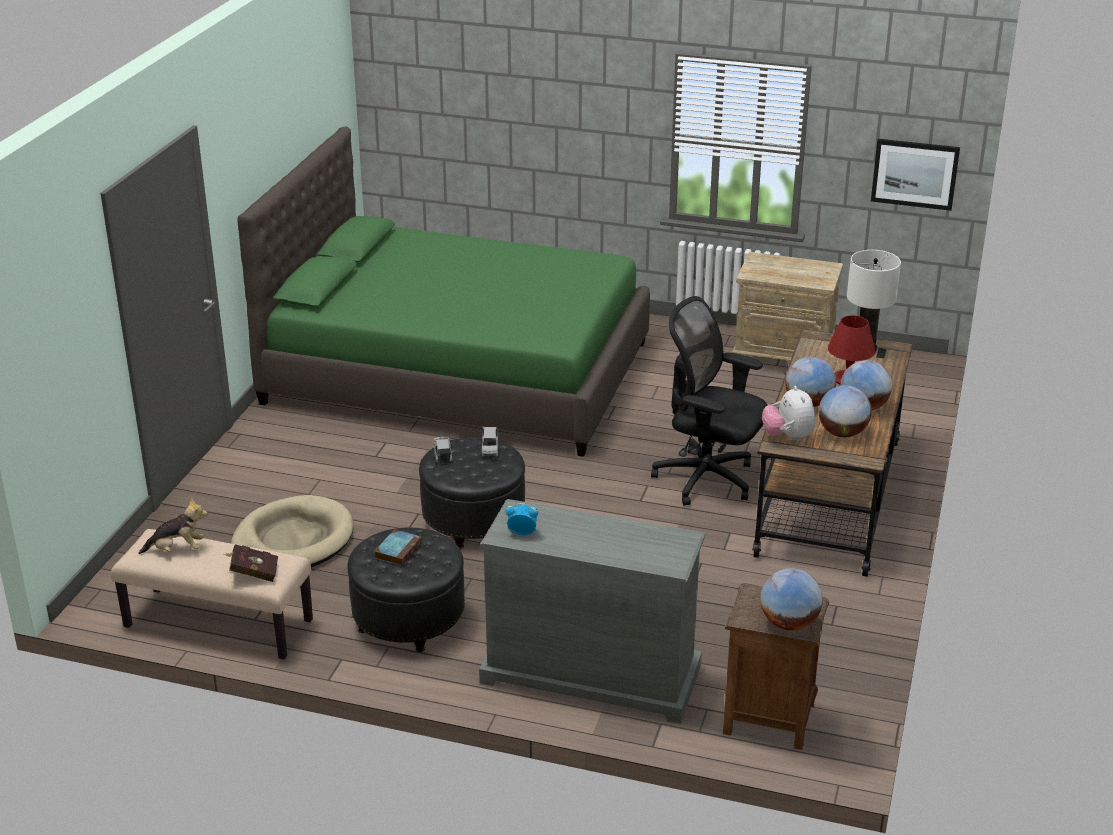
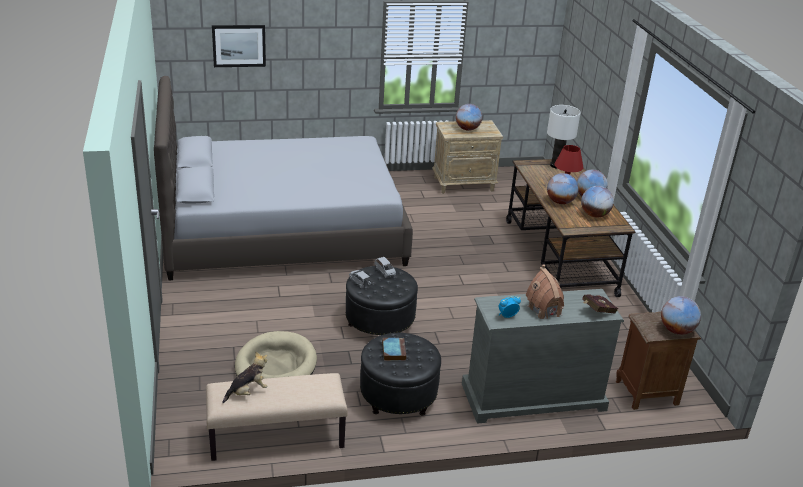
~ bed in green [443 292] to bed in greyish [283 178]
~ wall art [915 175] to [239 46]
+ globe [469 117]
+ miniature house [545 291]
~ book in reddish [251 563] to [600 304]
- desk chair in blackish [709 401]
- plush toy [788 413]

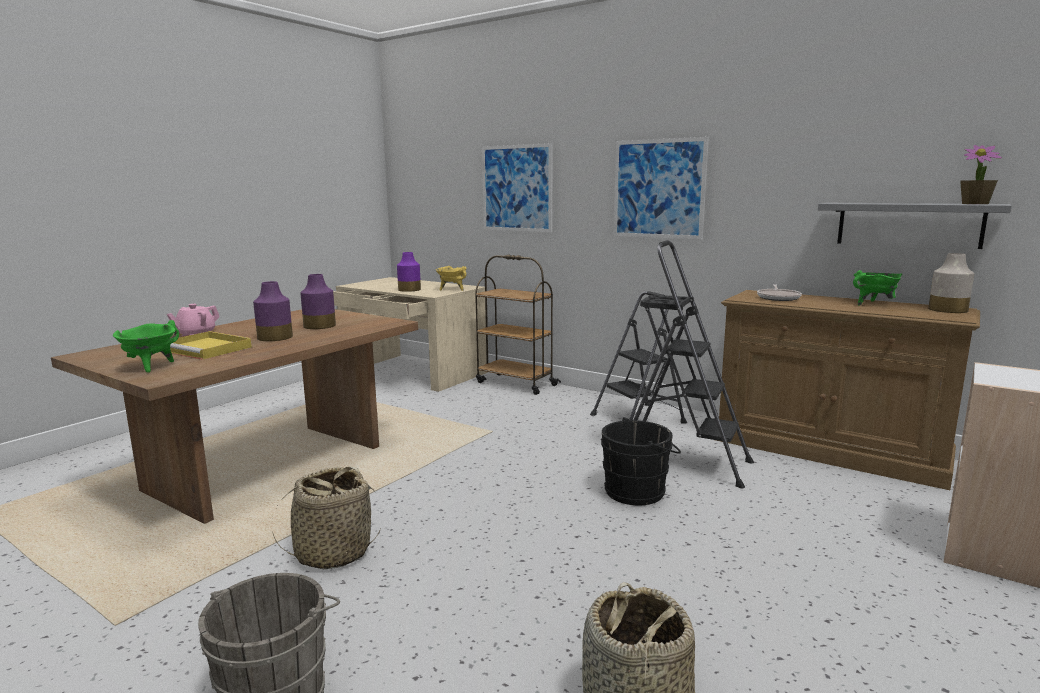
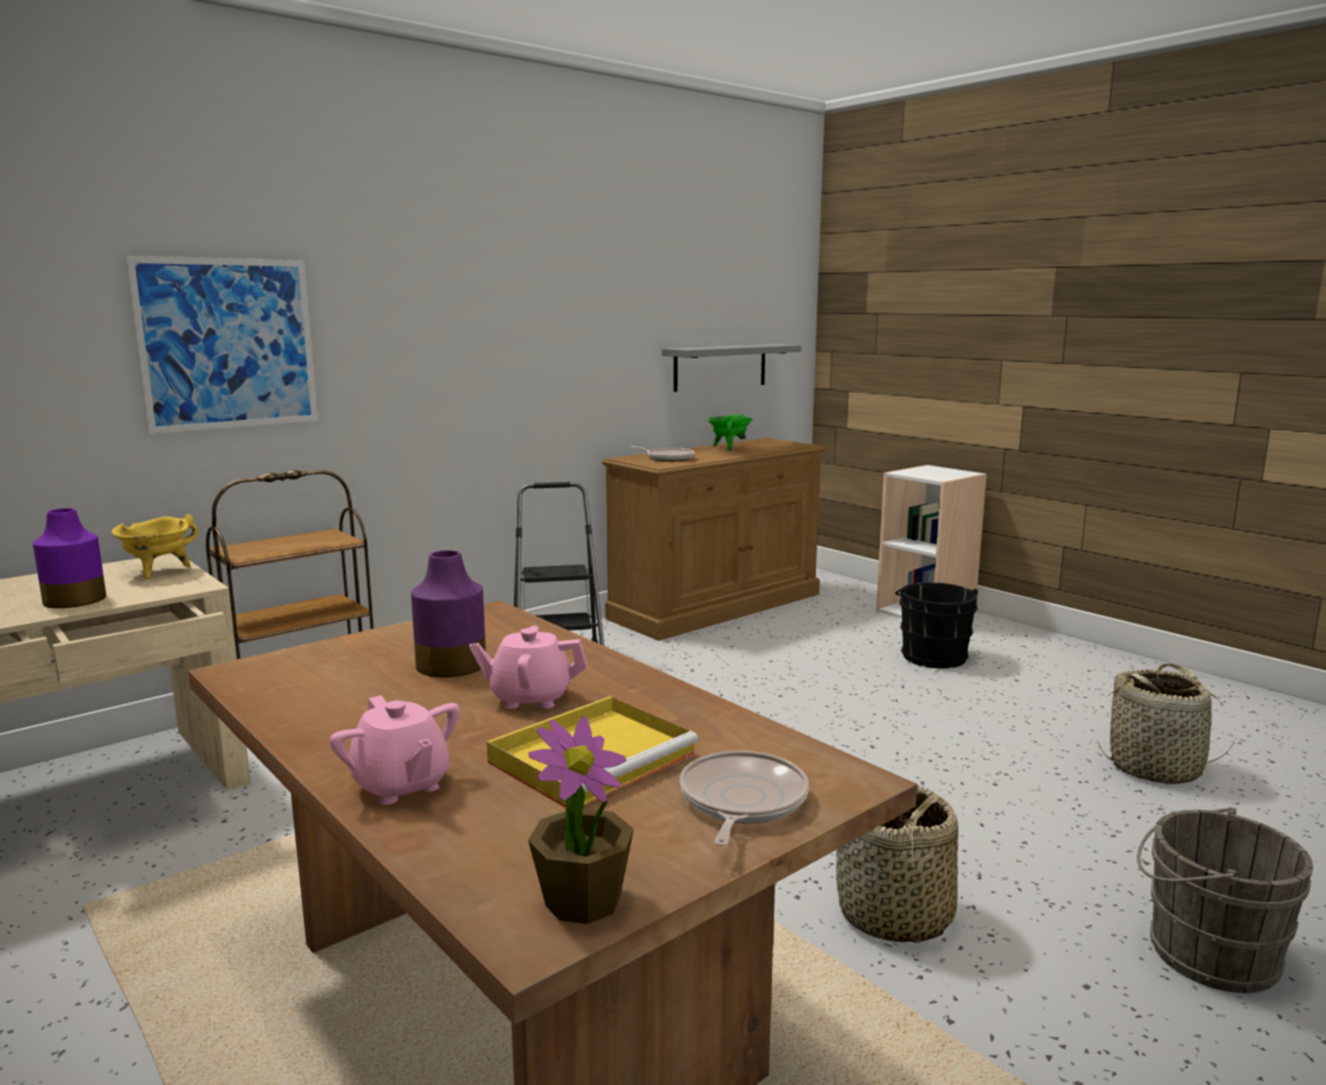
~ flower vase in purple [273 311] to teapot in pink [528 667]
~ houseplant [981 174] to [581 820]
~ stockpot in green [146 346] to skillet [744 798]
~ pail in blackish [641 461] to [936 625]
- wall art [661 188]
- step ladder [694 364]
- flower vase in beige [951 283]

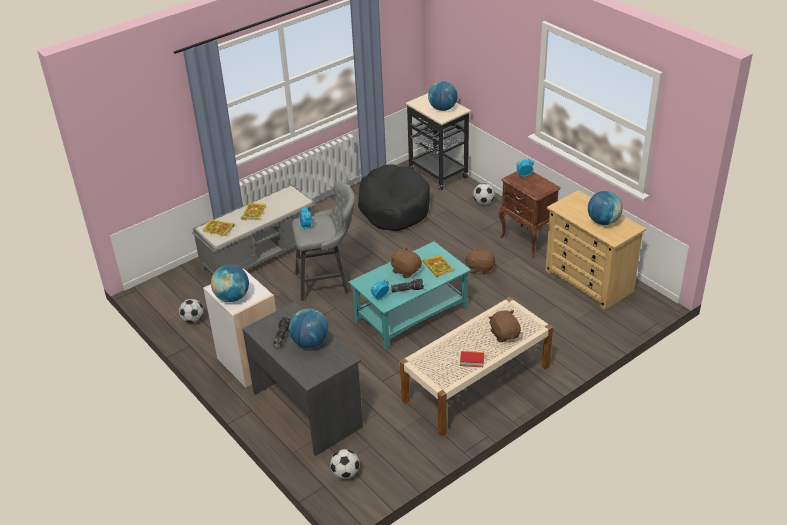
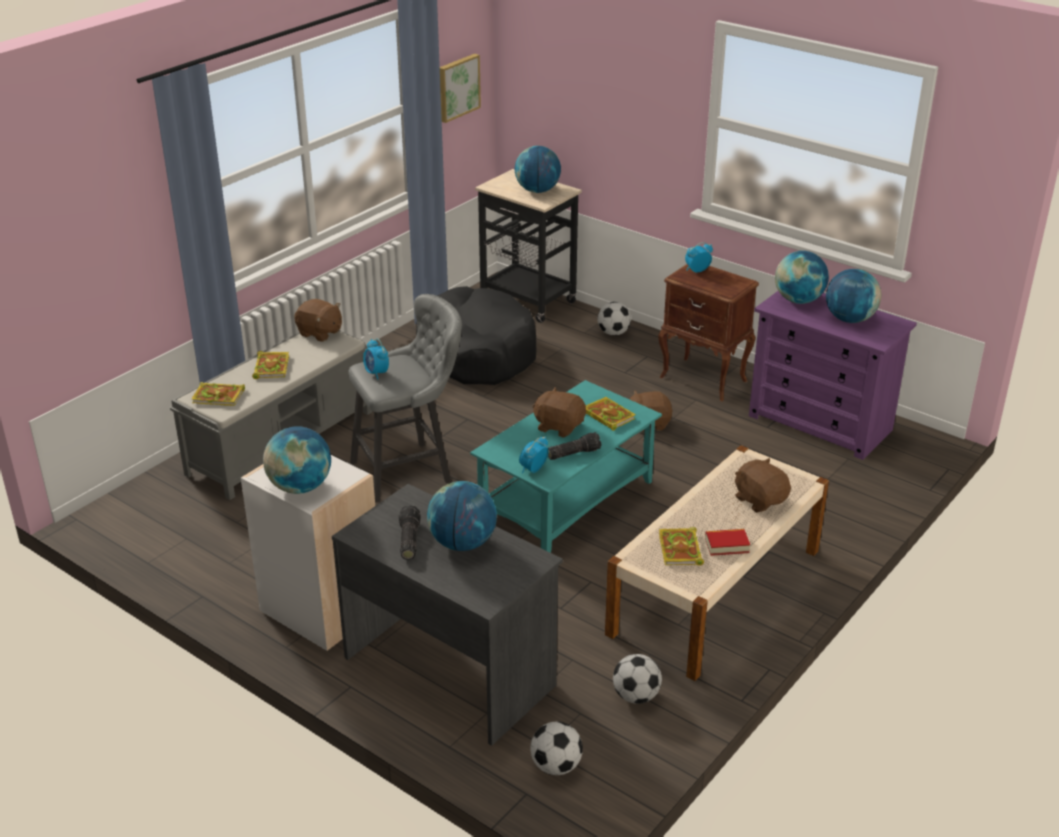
+ plush toy in brownish [318 320]
+ wall art [460 88]
~ football ball [191 311] to [637 679]
+ book [681 546]
~ drawer chest in beige [595 250] to drawer chest in purple [833 375]
+ globe [802 277]

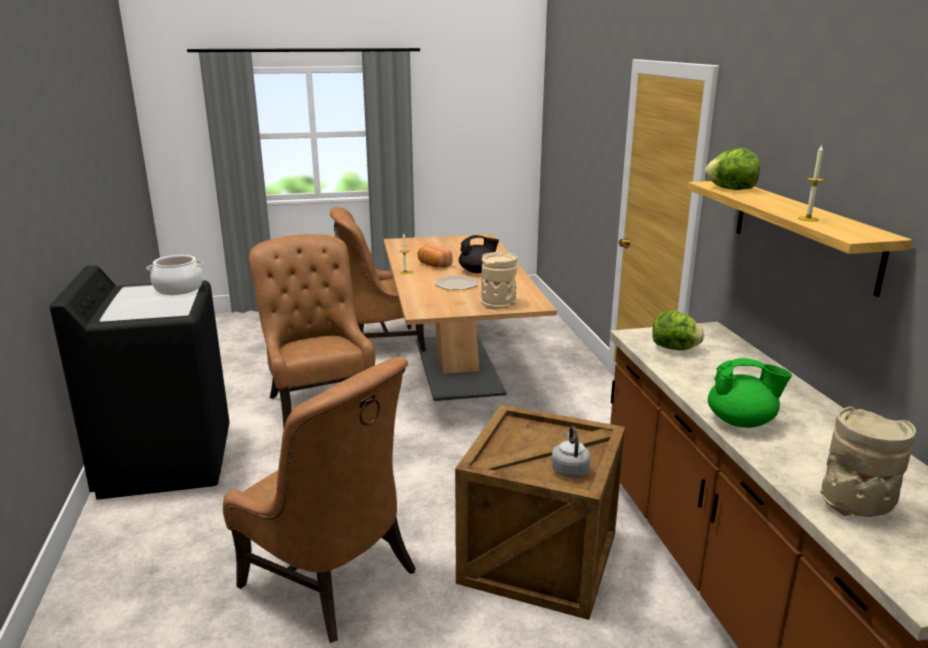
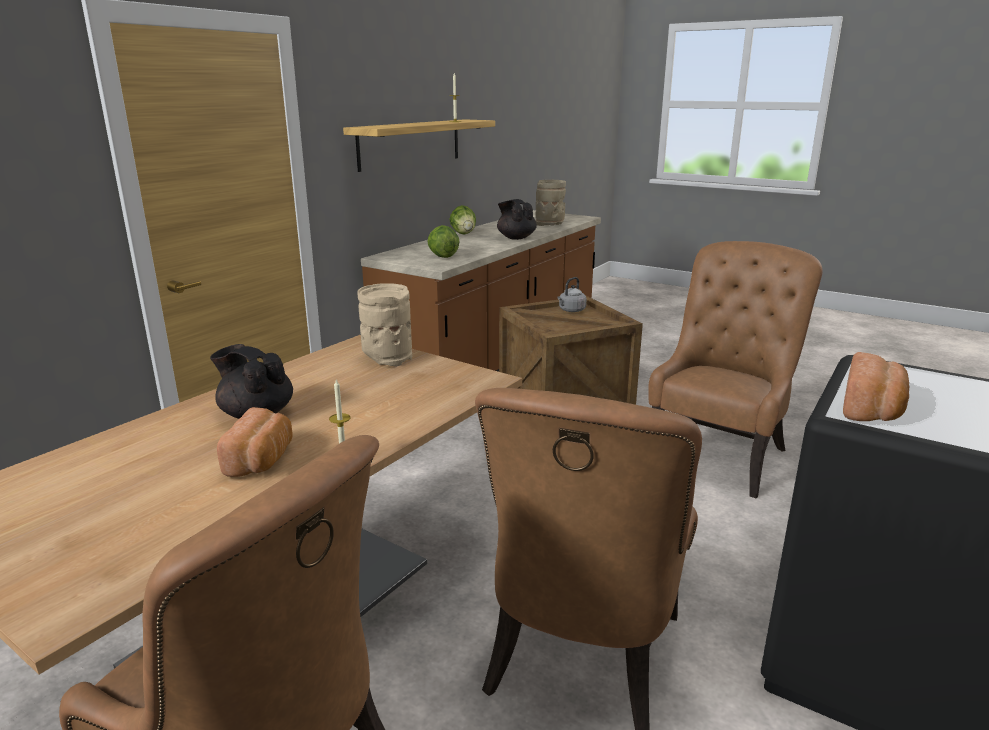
~ head of lettuce [732 169] to [462 220]
~ teapot in green [750 393] to teapot in blackish [517 219]
~ plain chair in brownish [319 500] = [735 370] 45 degrees clockwise
~ stockpot [175 275] to baked bread [876 386]
- dinner plate [456 283]

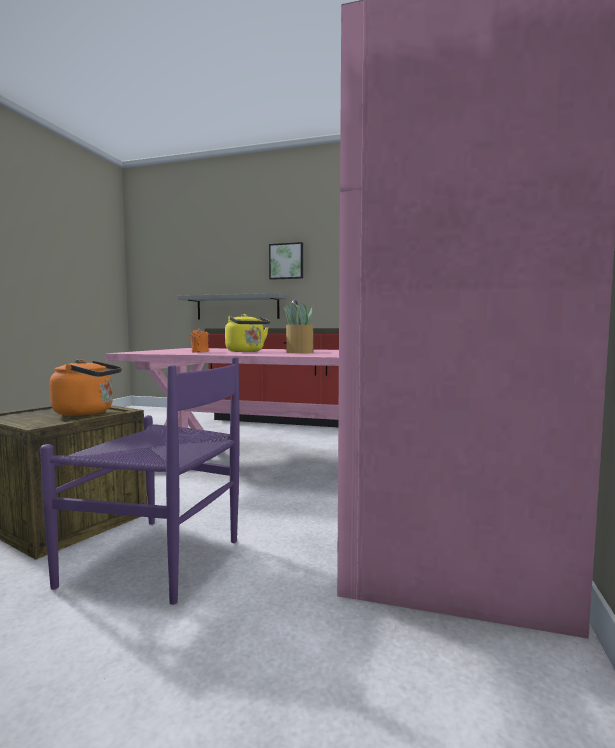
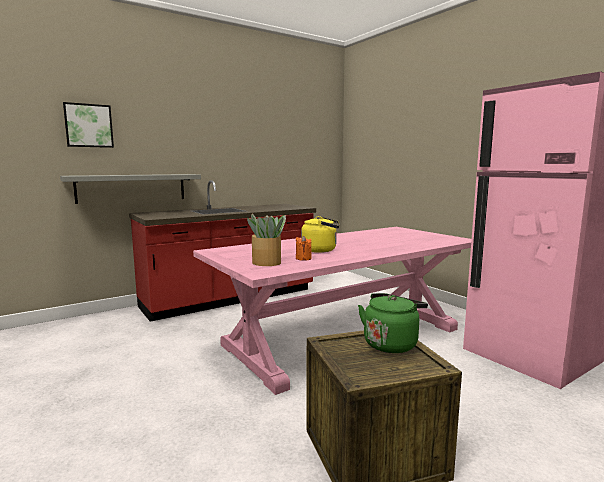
~ wall art [286 261] to [88 125]
~ houseplant [298 328] to [266 240]
~ kettle in orange-coloured [86 387] to kettle in green [393 323]
- plain chair in purple [139 481]

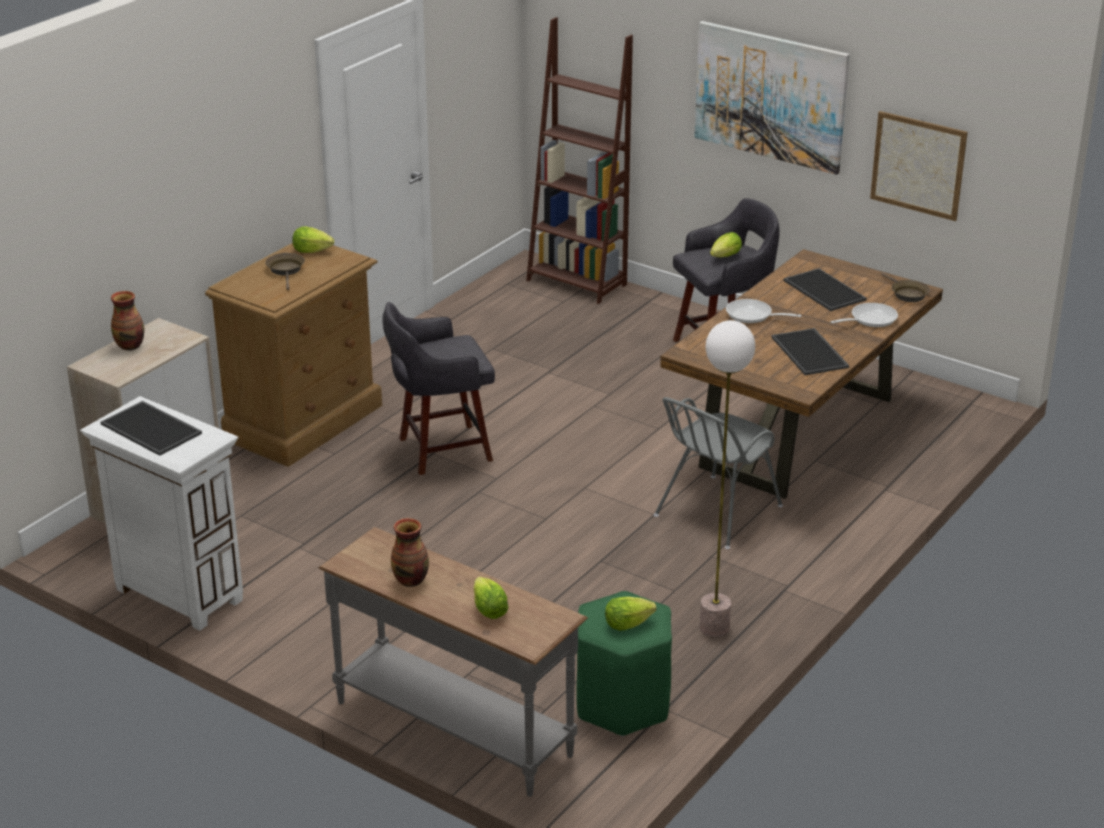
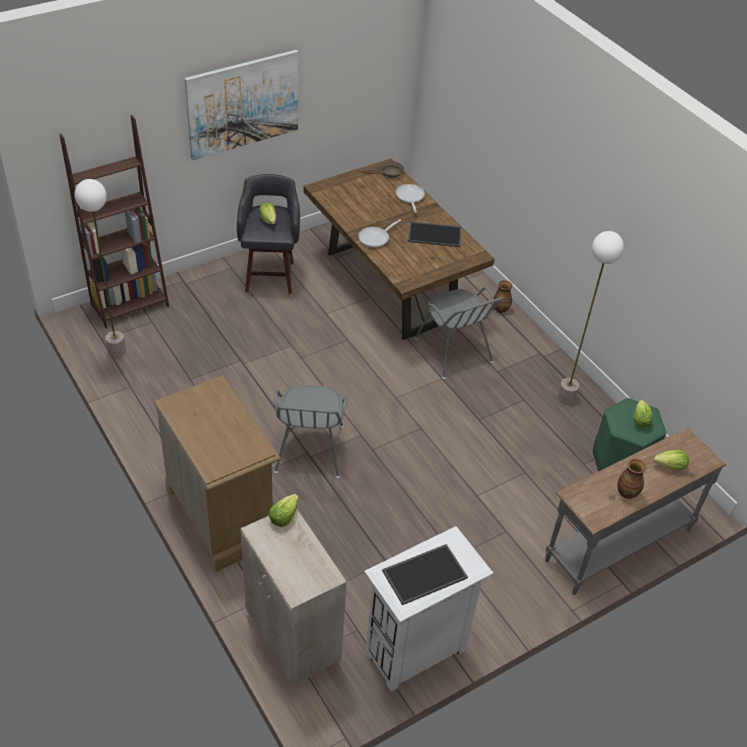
+ standing lamp [100 268]
~ head of lettuce [313 239] to [284 510]
~ stool in greyish [438 388] to plain chair in greyish [311 431]
~ flower vase [128 321] to [503 296]
- skillet in brownish [285 271]
- serving tray [825 289]
- wall art [919 166]

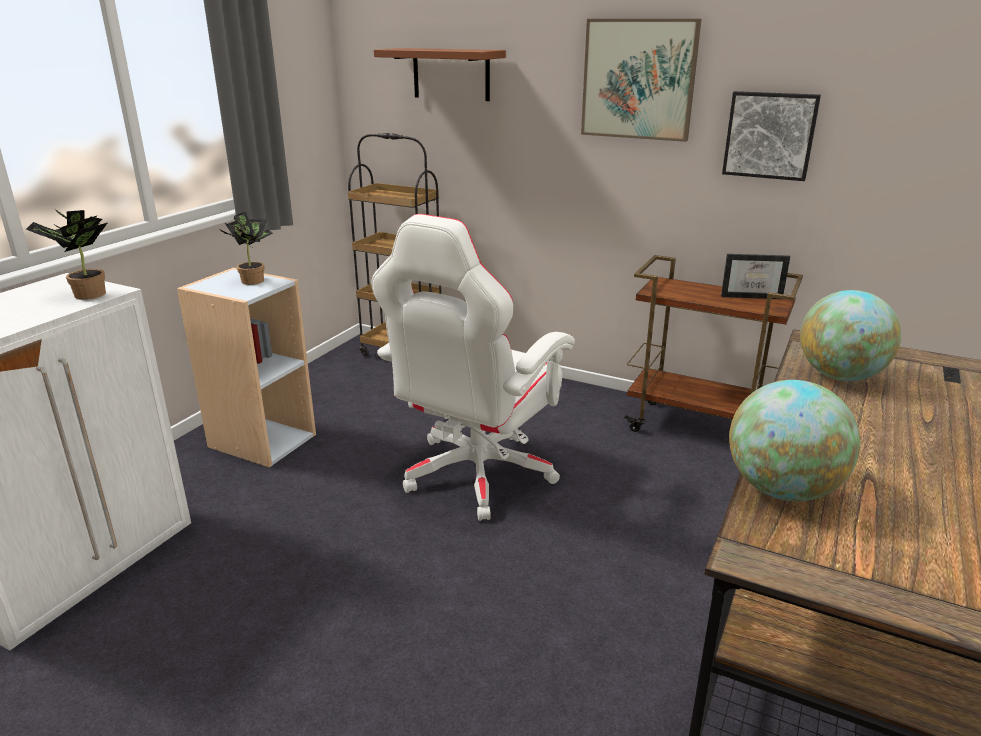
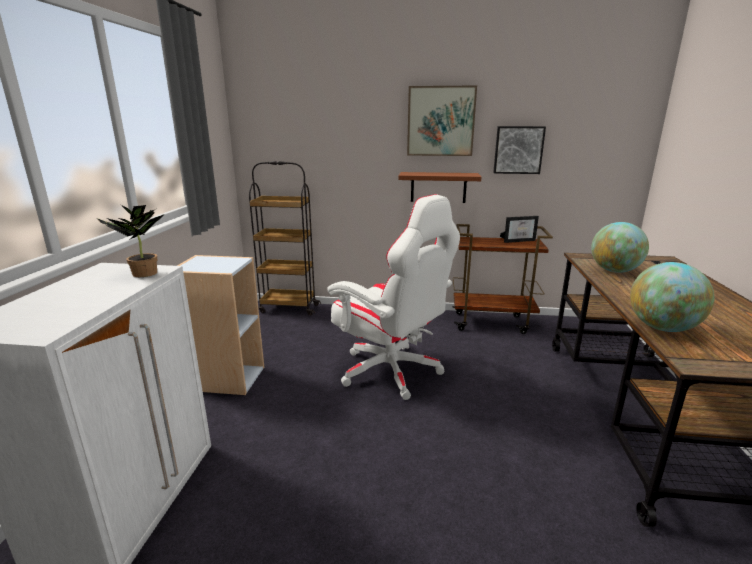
~ desk chair in white-coloured [473 367] = [394 297] 60 degrees counterclockwise
~ bracket shelf in brownish [440 74] to [439 187]
- houseplant [247 248]

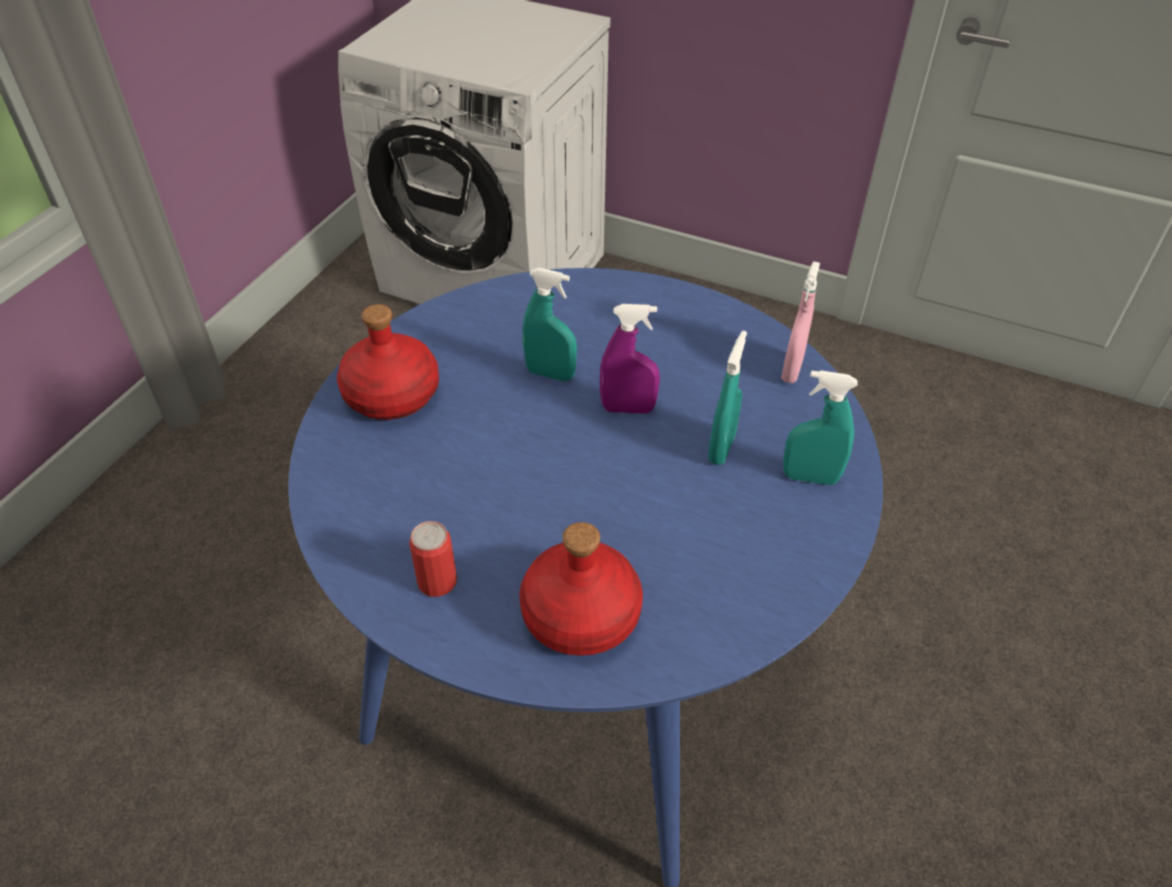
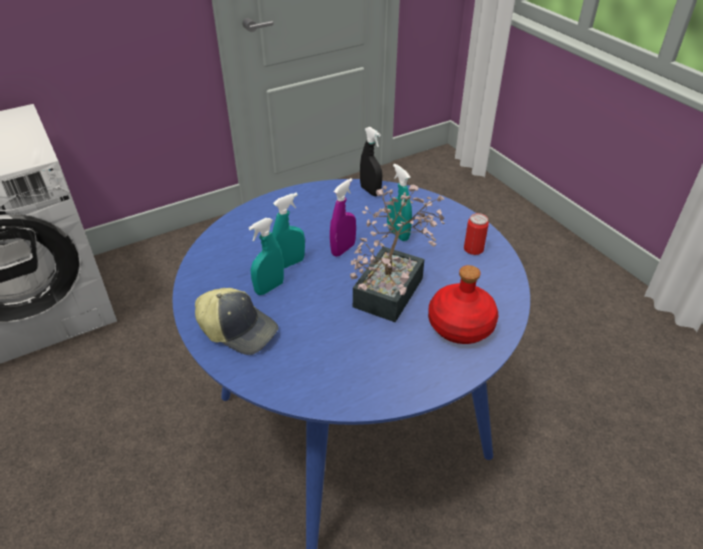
~ bottle in reddish [388 362] to peaked cap [236 321]
~ spray bottle in blue-green [820 427] to [266 256]
+ houseplant [397 253]
~ spray bottle in pink [800 322] to spray bottle in blackish [371 161]
~ can [433 559] to [476 234]

